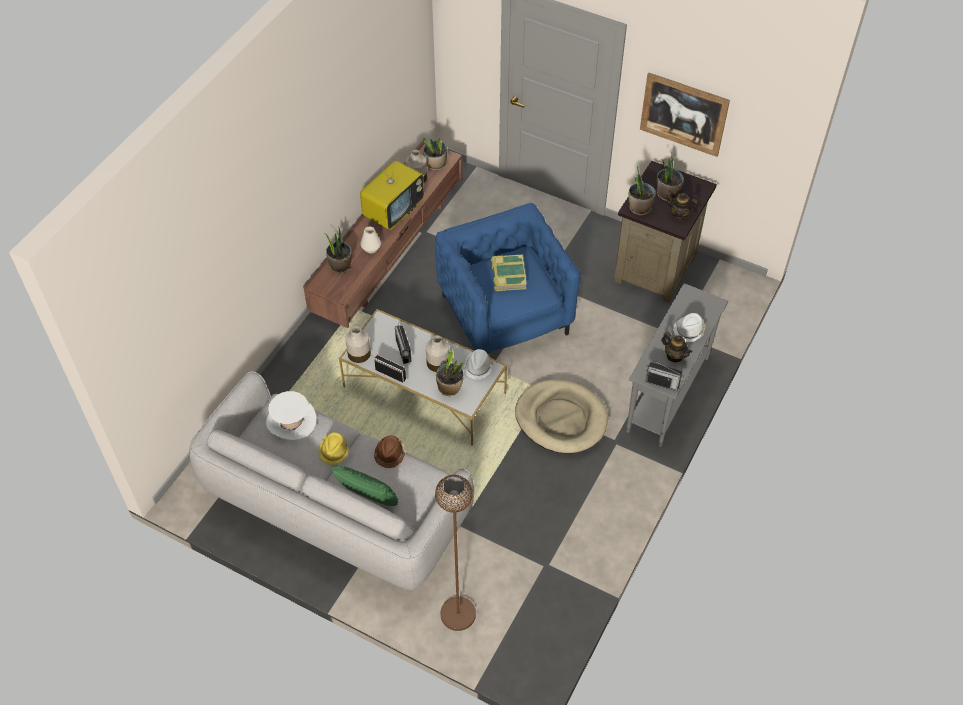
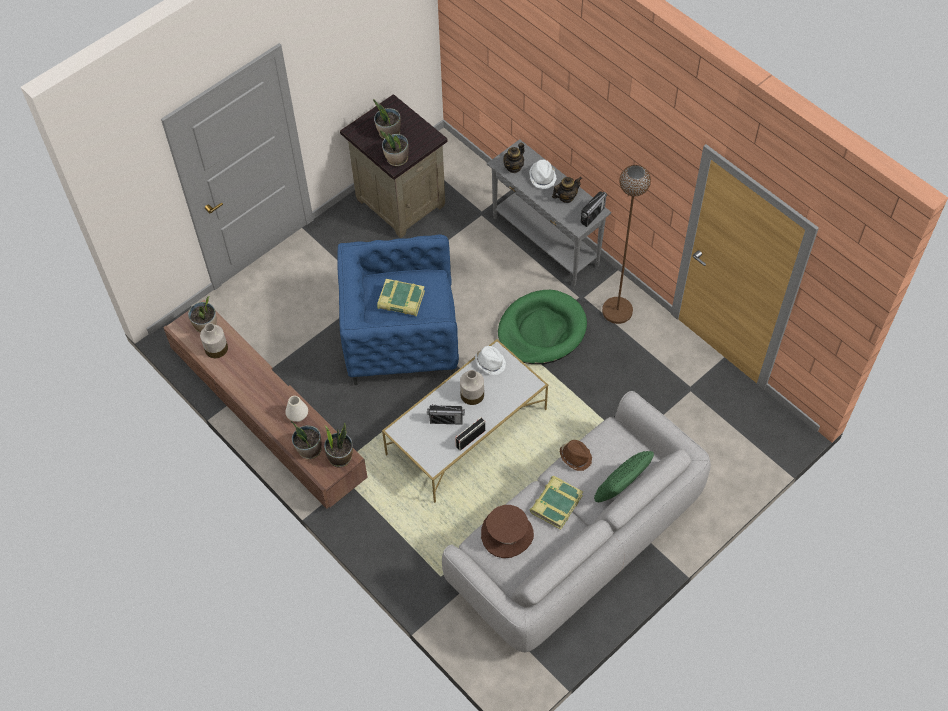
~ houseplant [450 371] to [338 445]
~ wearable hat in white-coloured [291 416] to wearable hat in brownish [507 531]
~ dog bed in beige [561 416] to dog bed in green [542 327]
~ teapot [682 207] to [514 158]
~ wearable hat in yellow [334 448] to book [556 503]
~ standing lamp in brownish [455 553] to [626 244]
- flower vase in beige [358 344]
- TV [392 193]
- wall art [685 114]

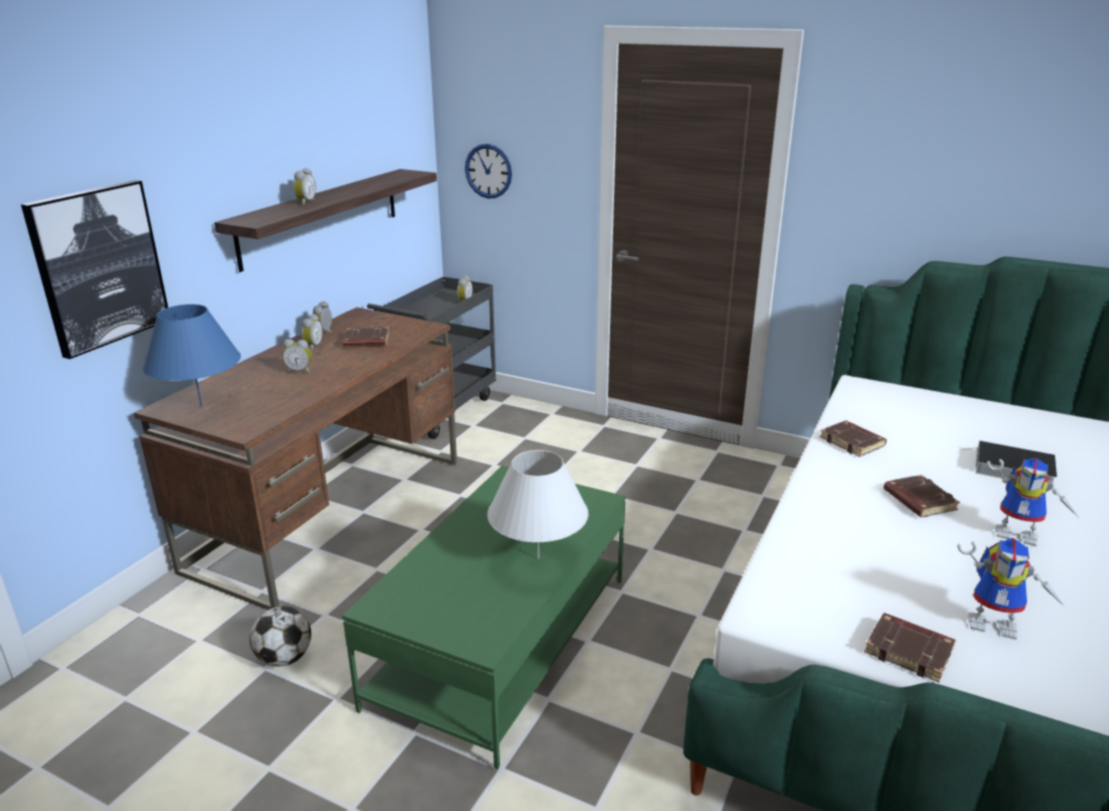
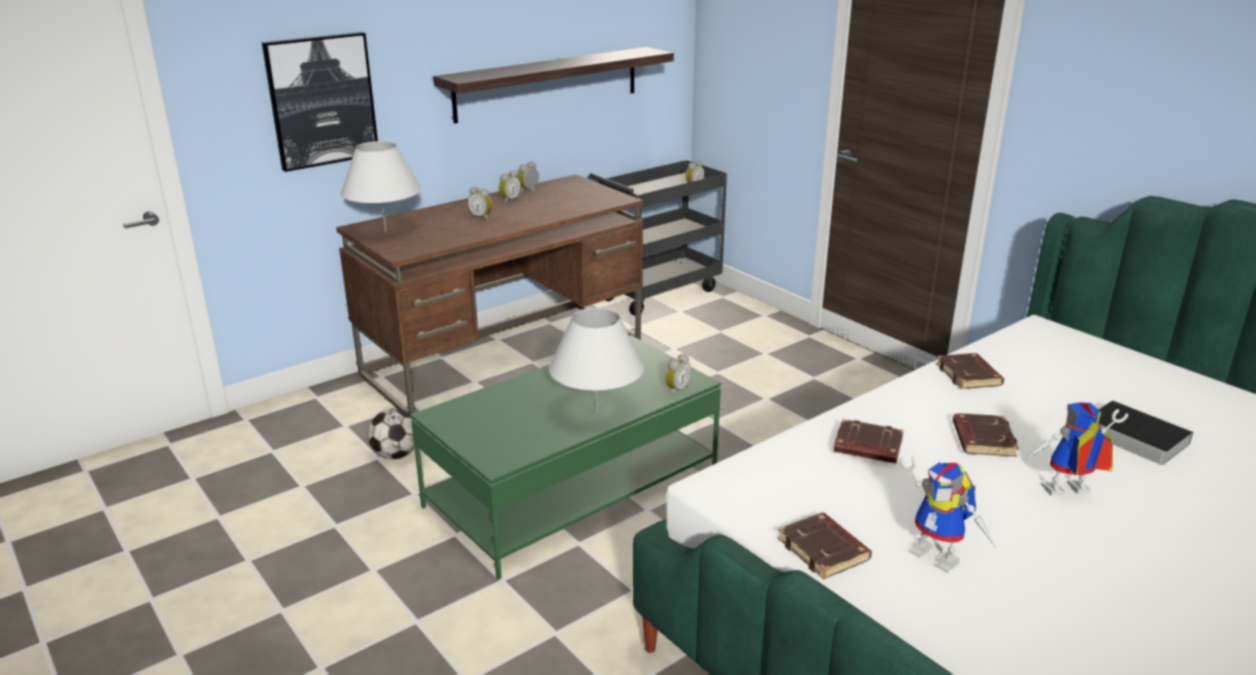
~ lamp for a table in bluish [192 355] to lamp for a table in white-coloured [381 186]
~ table clock [304 186] to [678 375]
~ book in brownish [366 337] to [868 441]
~ toy robot [1033 502] = [1075 449] 120 degrees clockwise
- hanging clock [488 171]

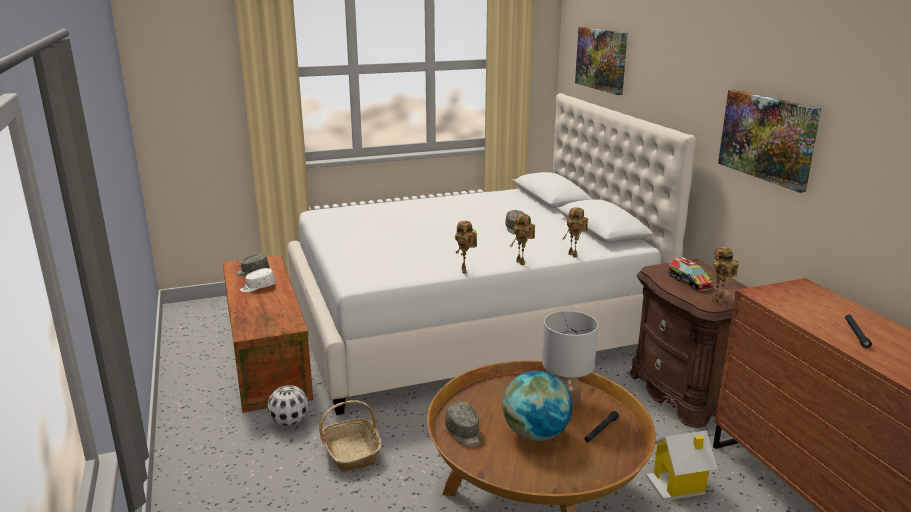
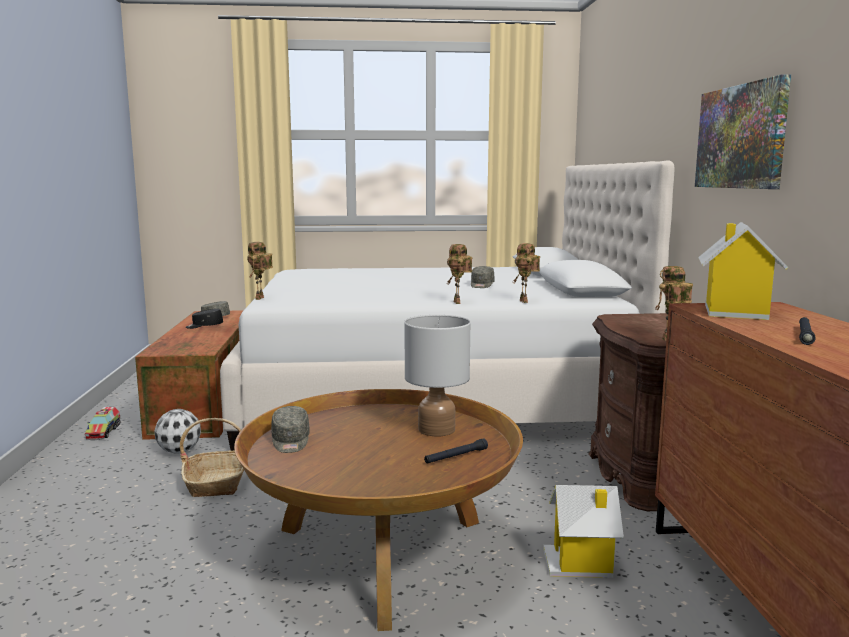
~ toy truck [691 274] to [102 423]
~ peaked cap in white-coloured [257 280] to peaked cap in blackish [204 319]
~ toy robot [466 247] to [260 271]
+ miniature house [743 271]
- globe [537 405]
- wall art [601 61]

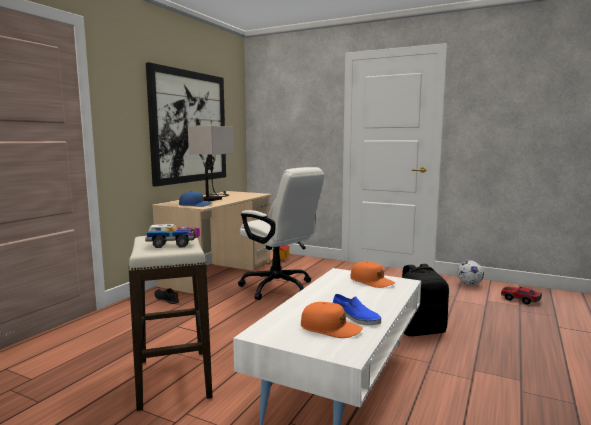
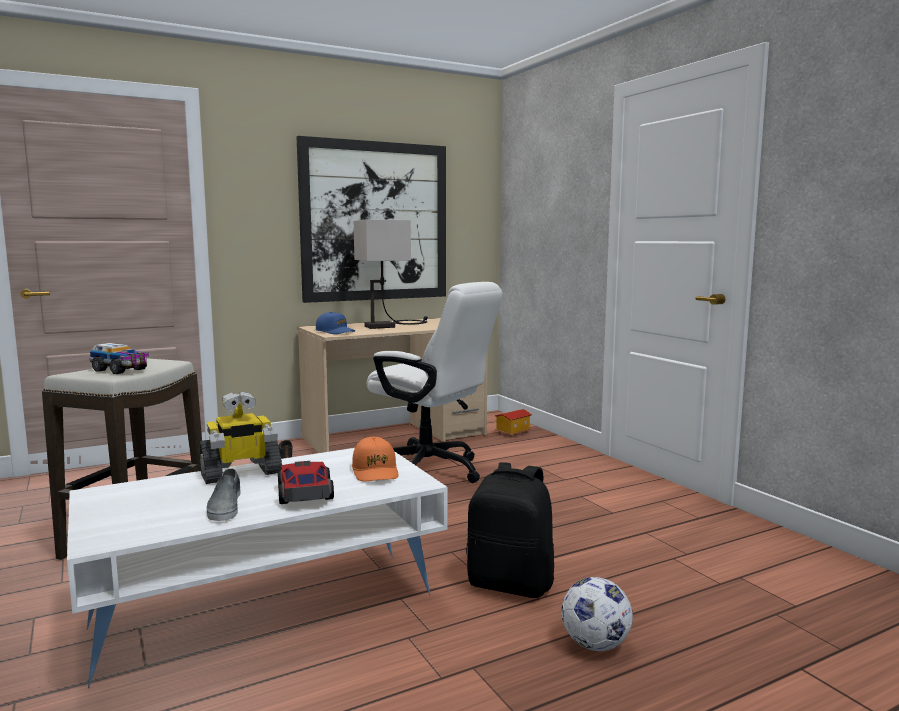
+ toy robot [240 437]
~ shoe in bluish [357 309] to shoe in greyish [224 494]
~ model car [521 295] to [306 482]
~ desk chair in white-coloured [281 233] = [435 382] 45 degrees counterclockwise
~ football ball [470 272] to [597 614]
- peaked cap in orange-coloured [332 320]

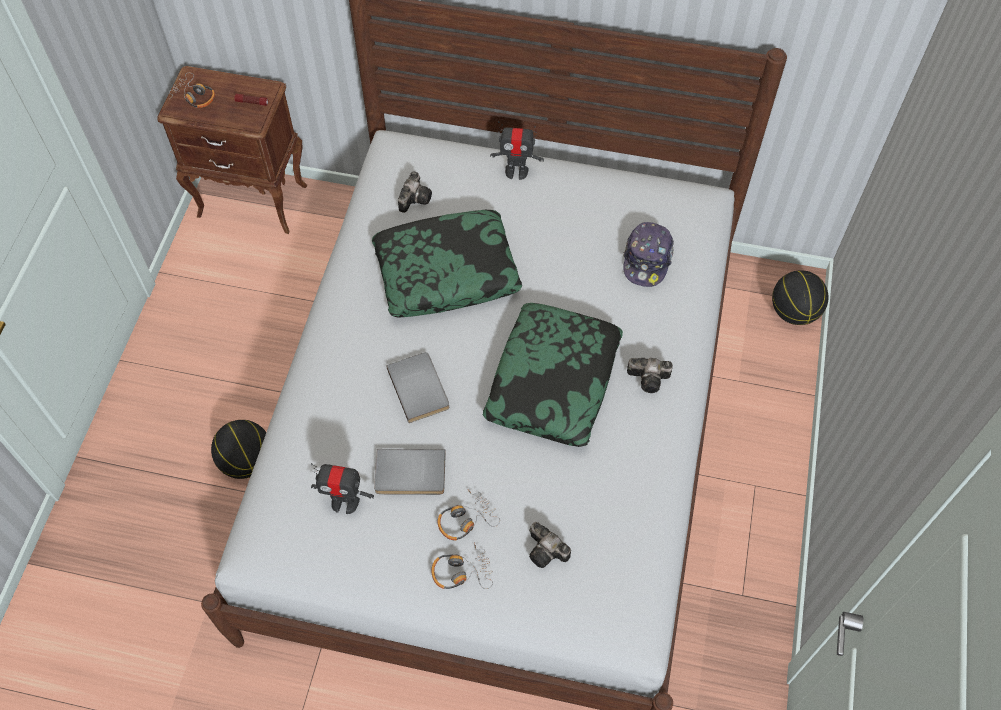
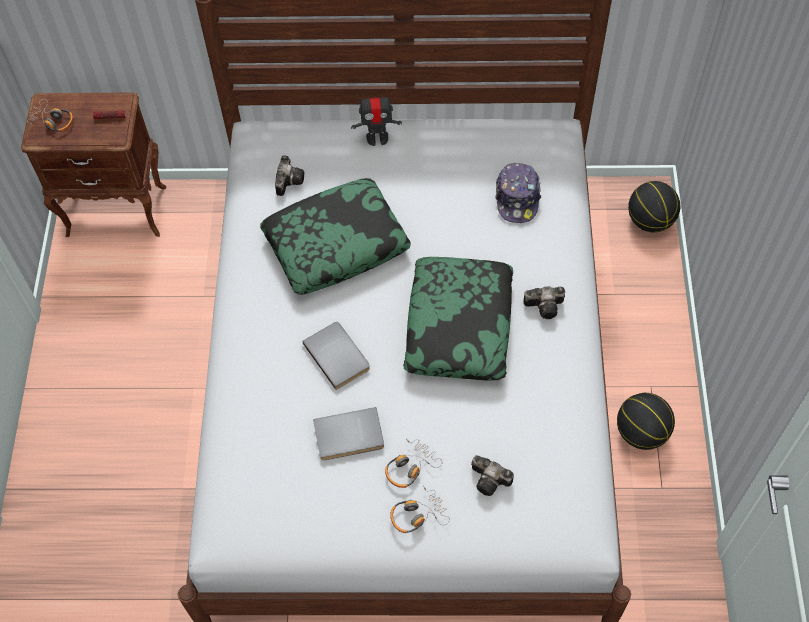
~ basketball ball [238 449] to [646 421]
- toy robot [342 488]

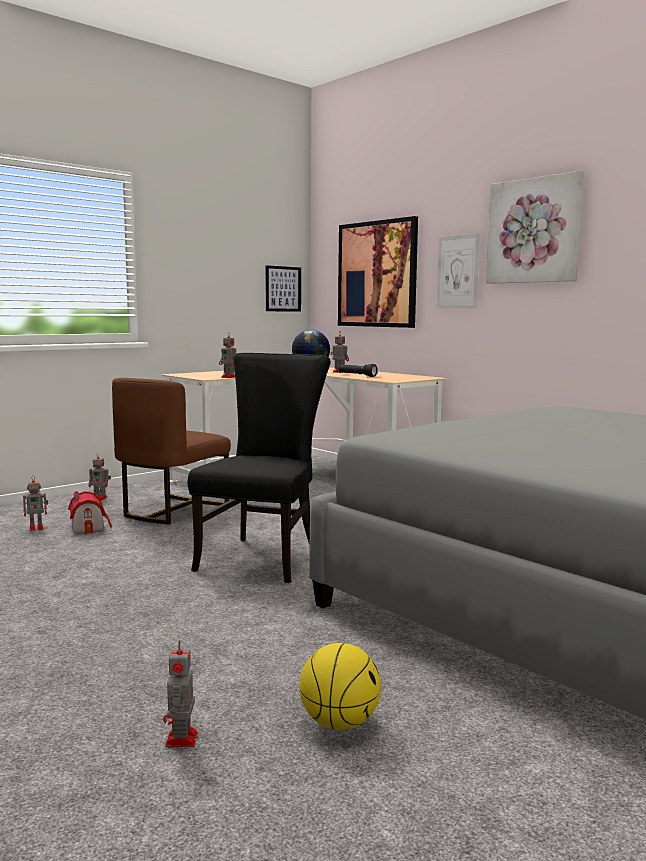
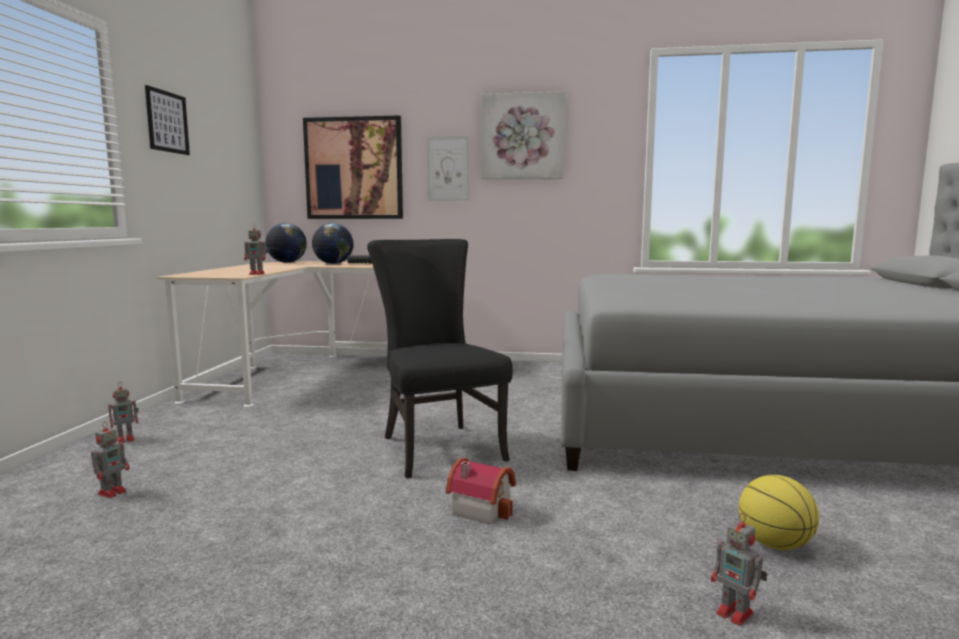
~ wall art [283 288] to [167 120]
~ toy robot [340 352] to globe [333 243]
~ miniature house [90 512] to [481 491]
- plain chair in brownish [171 451]

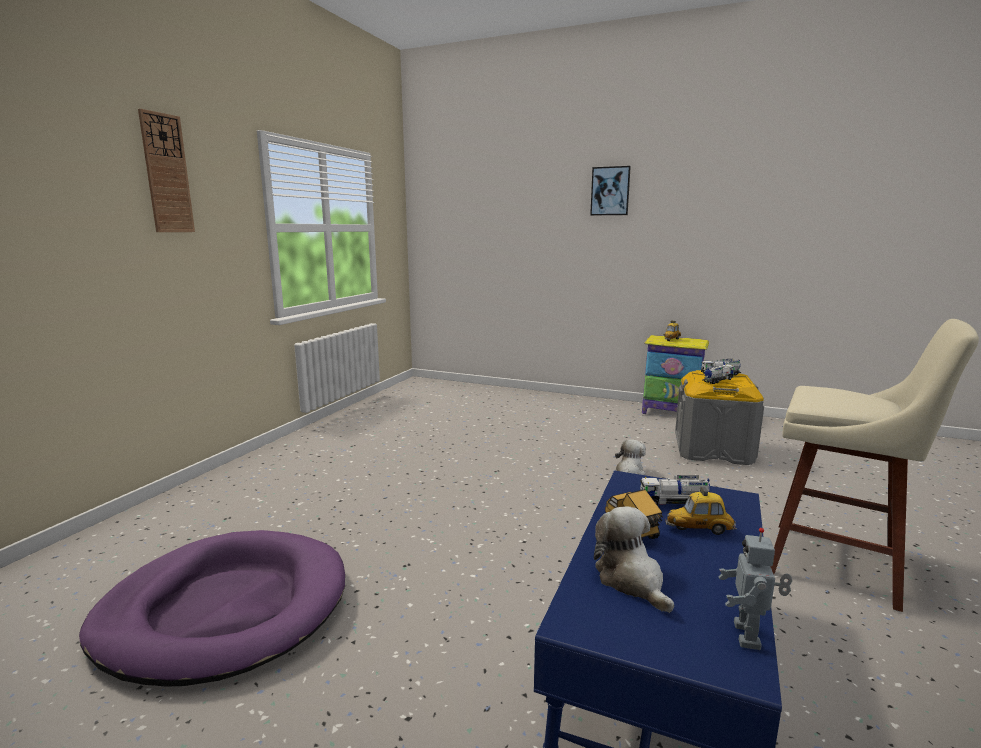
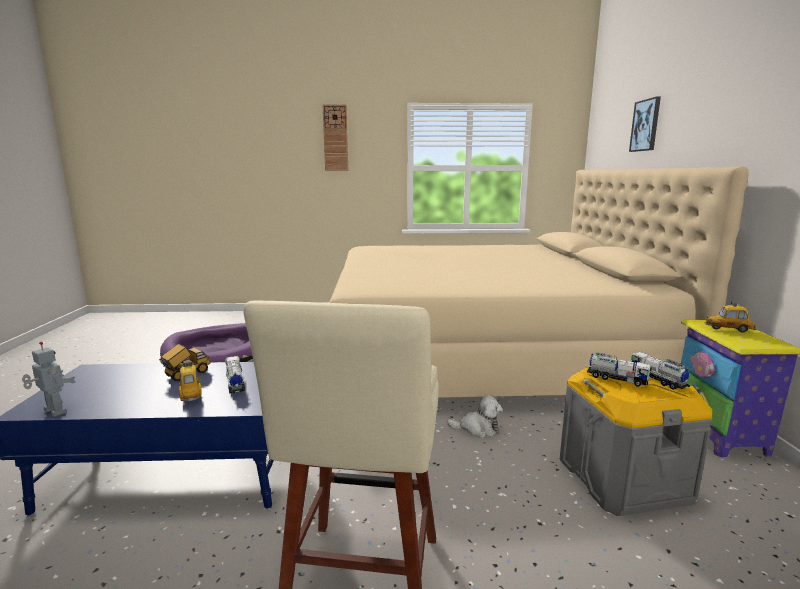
~ toy robot [755 589] = [49 379] 45 degrees clockwise
+ bed in beige [539 282]
~ wall art [610 190] to [645 124]
- plush toy [634 559]

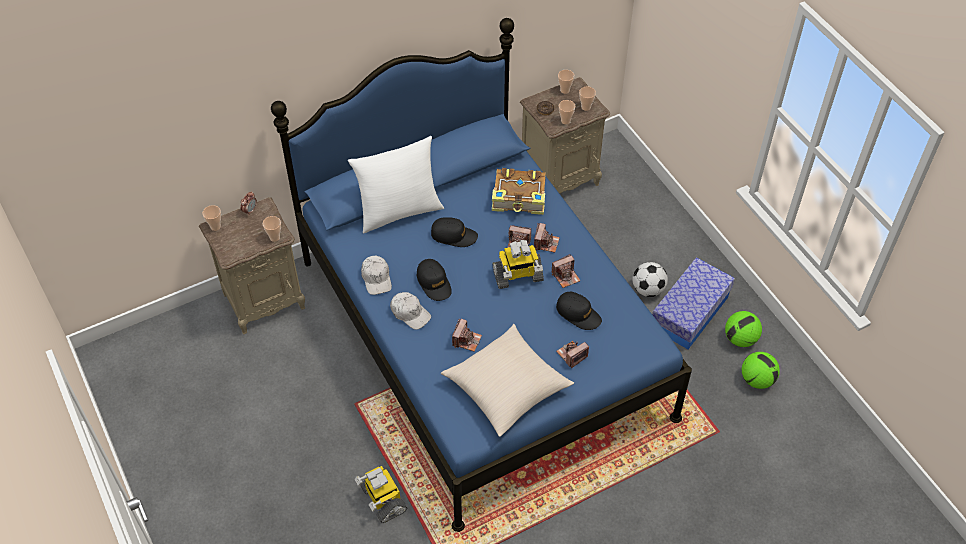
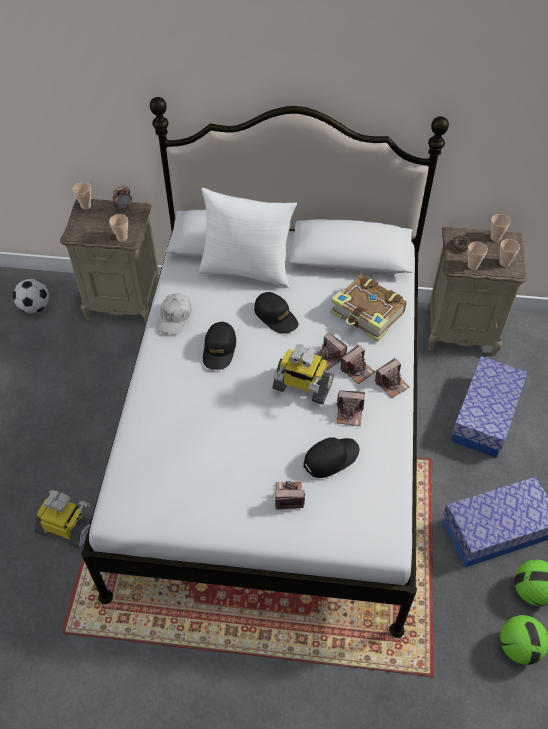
~ football ball [650 279] to [31 296]
~ toy robot [381 494] = [62 519] 105 degrees clockwise
~ bed in bluish [481 275] to bed in white-coloured [265 367]
~ peaked cap in blackish [579 311] = [331 457] 105 degrees counterclockwise
~ still camera [467 335] to [392 378]
+ storage container [489 407]
- peaked cap in white-coloured [410 311]
- throw pillow in beige [507 380]

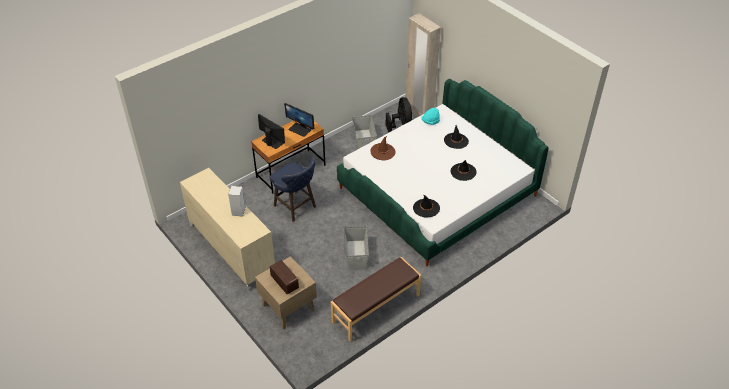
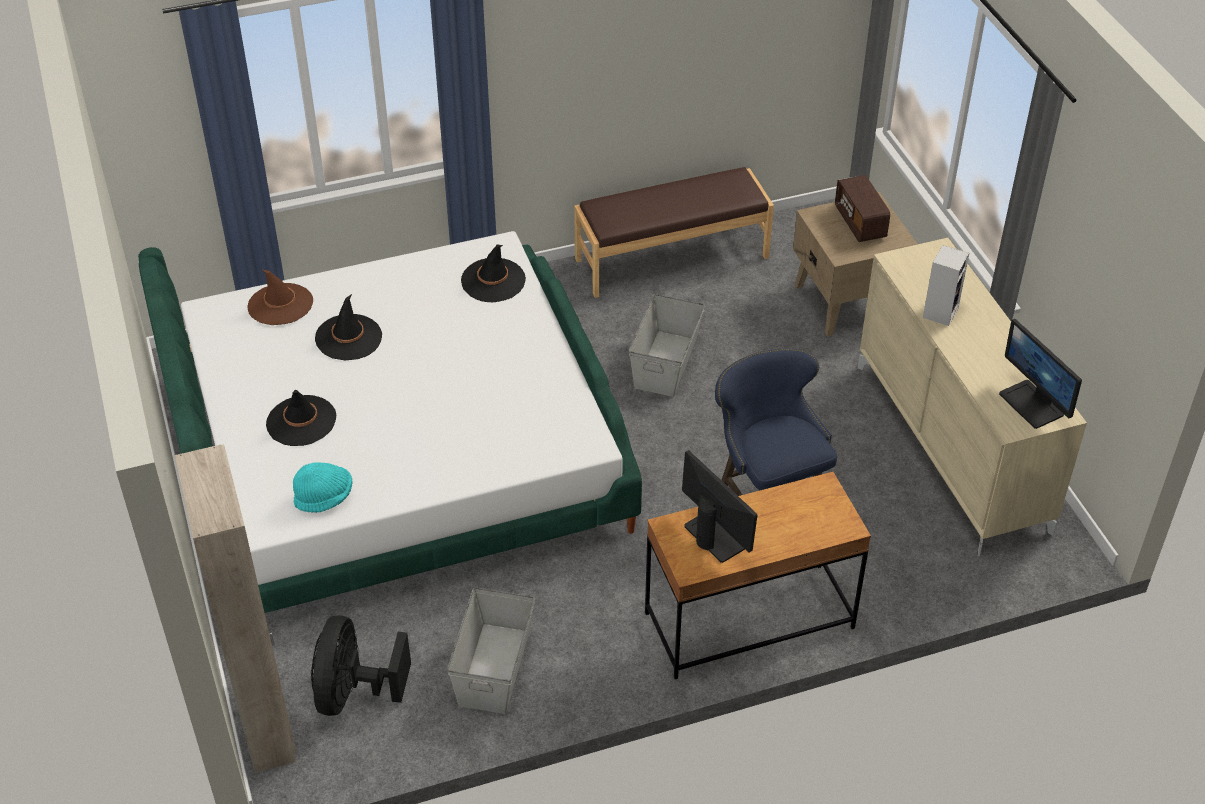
~ wearable hat in brownish [382 148] to [280 297]
~ computer screen [271 131] to [1040 374]

